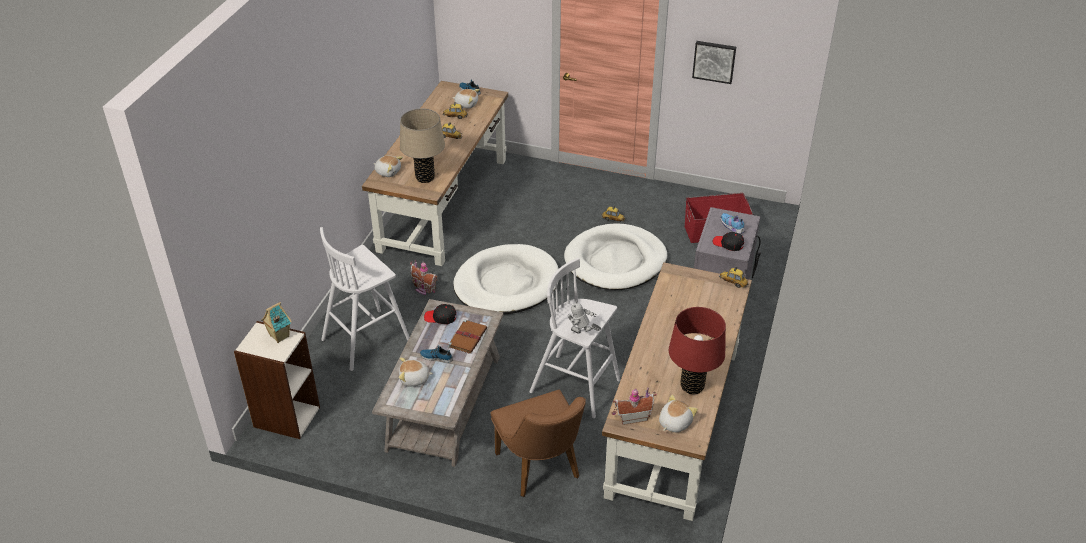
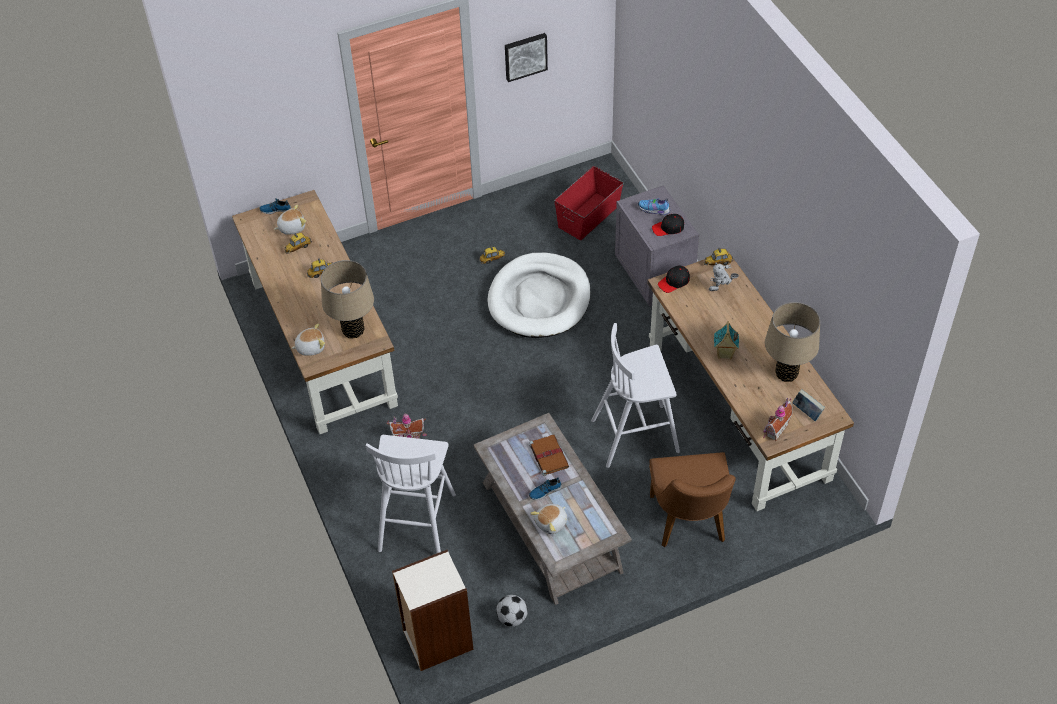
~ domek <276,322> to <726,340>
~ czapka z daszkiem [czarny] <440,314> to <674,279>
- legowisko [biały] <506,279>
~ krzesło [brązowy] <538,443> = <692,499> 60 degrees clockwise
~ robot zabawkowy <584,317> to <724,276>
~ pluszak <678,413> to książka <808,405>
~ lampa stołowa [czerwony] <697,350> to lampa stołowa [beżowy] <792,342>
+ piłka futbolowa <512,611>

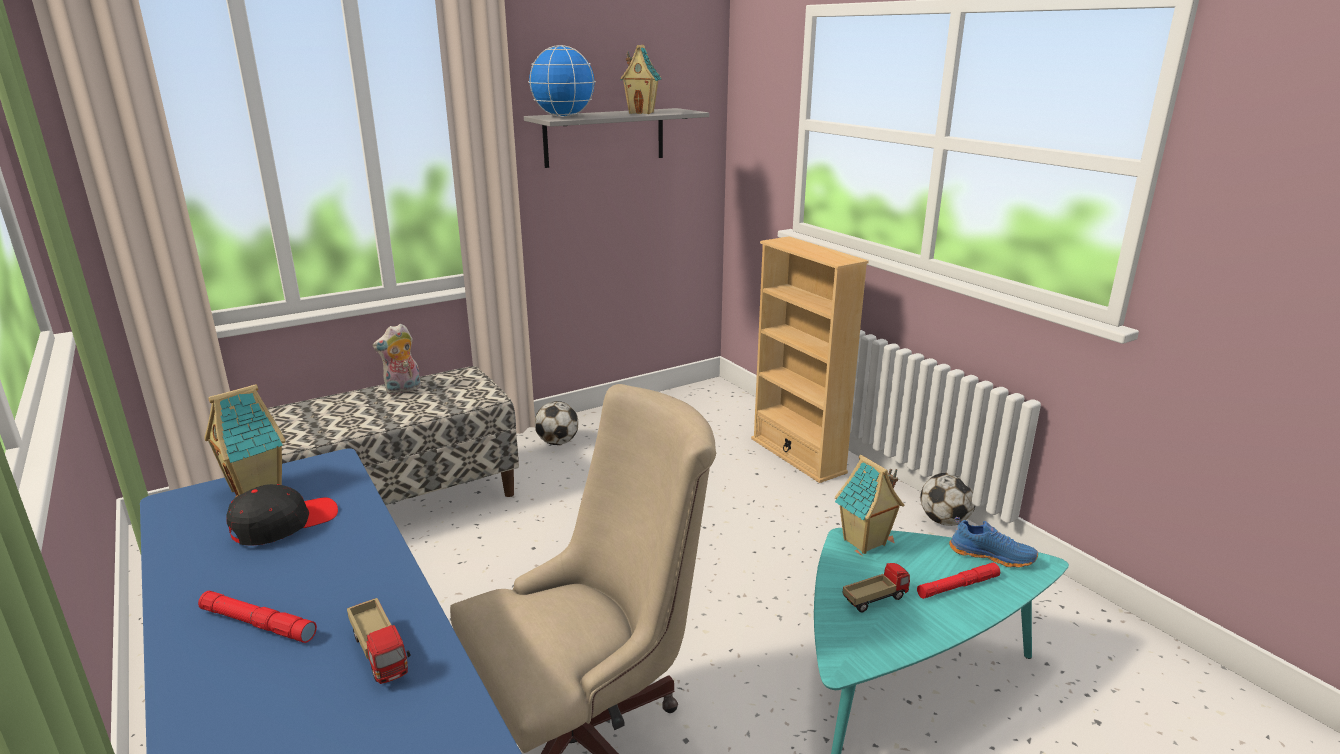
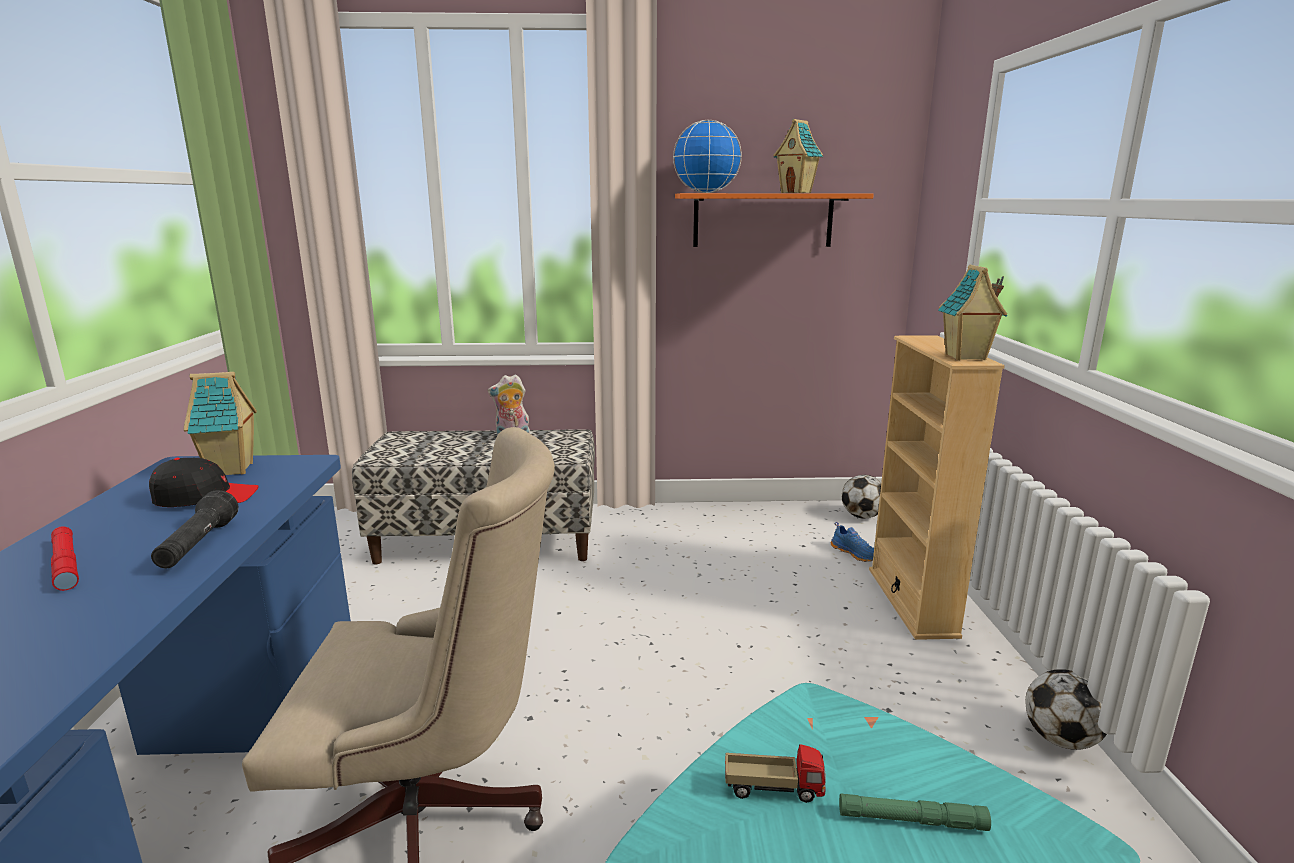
- ciężarówka zabawkowa <379,641>
~ półka [szary] <616,138> to półka [pomarańczowy] <774,220>
~ piłka futbolowa <556,423> to <861,497>
~ domek <869,504> to <972,312>
~ latarka [czerwony] <958,581> to latarka [zielony] <915,812>
~ but [niebieski] <993,542> to <852,542>
+ latarka [czarny] <194,529>

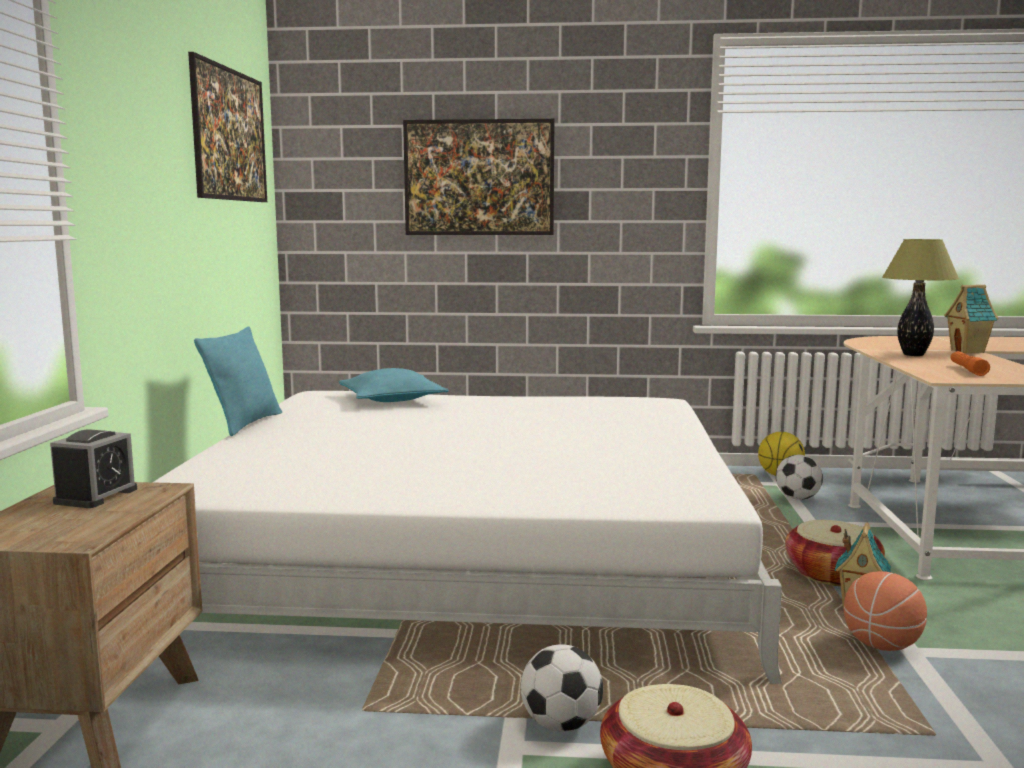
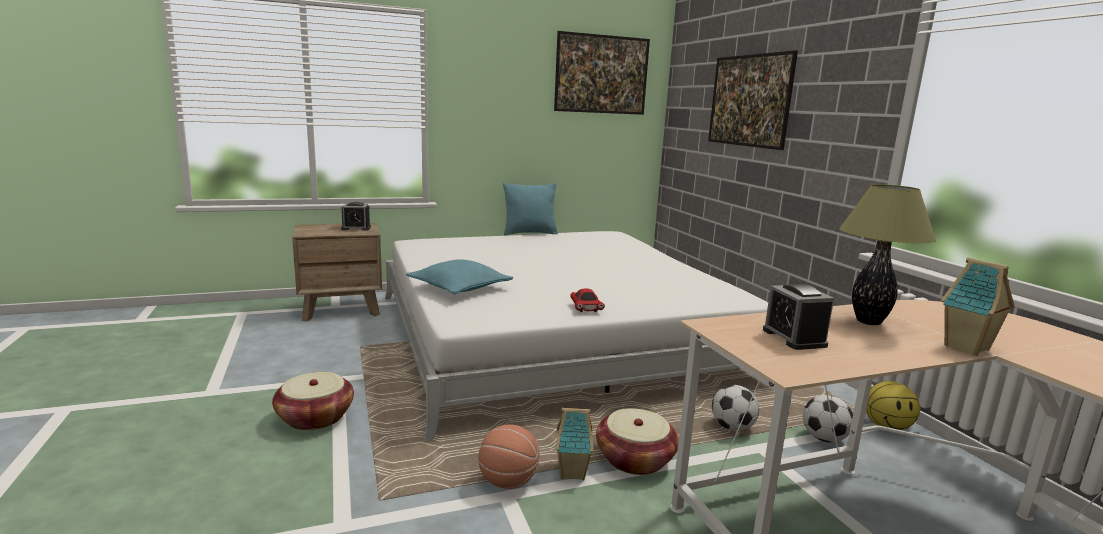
~ poduszka [turkusowy] <394,385> to <459,276>
~ piłka futbolowa <561,688> to <735,408>
~ latarka [pomarańczowy] <970,363> to budzik <798,317>
+ samochodzik [czerwony] <587,300>

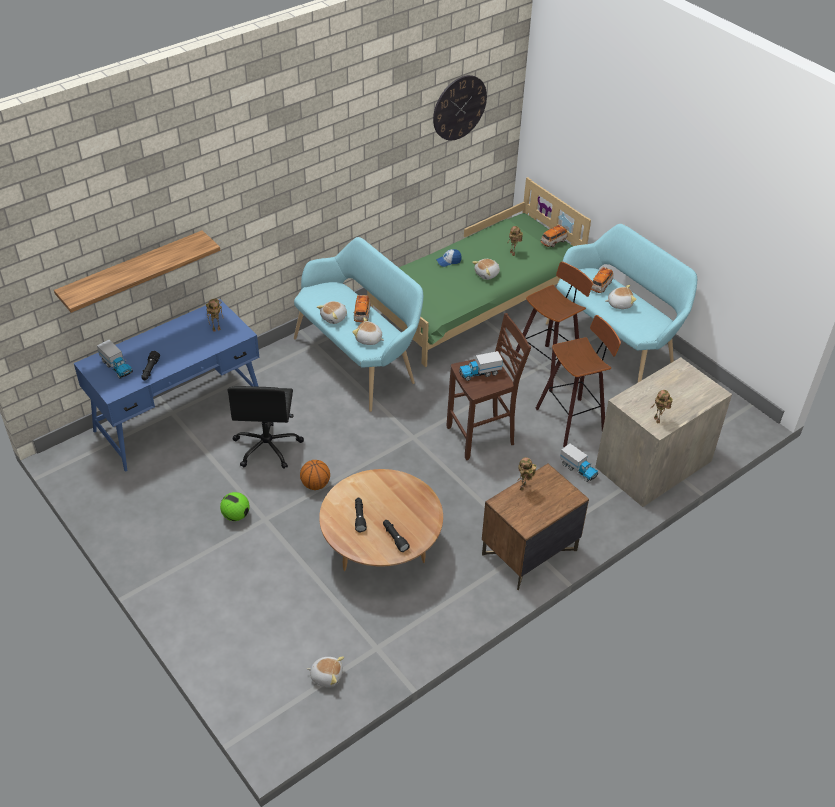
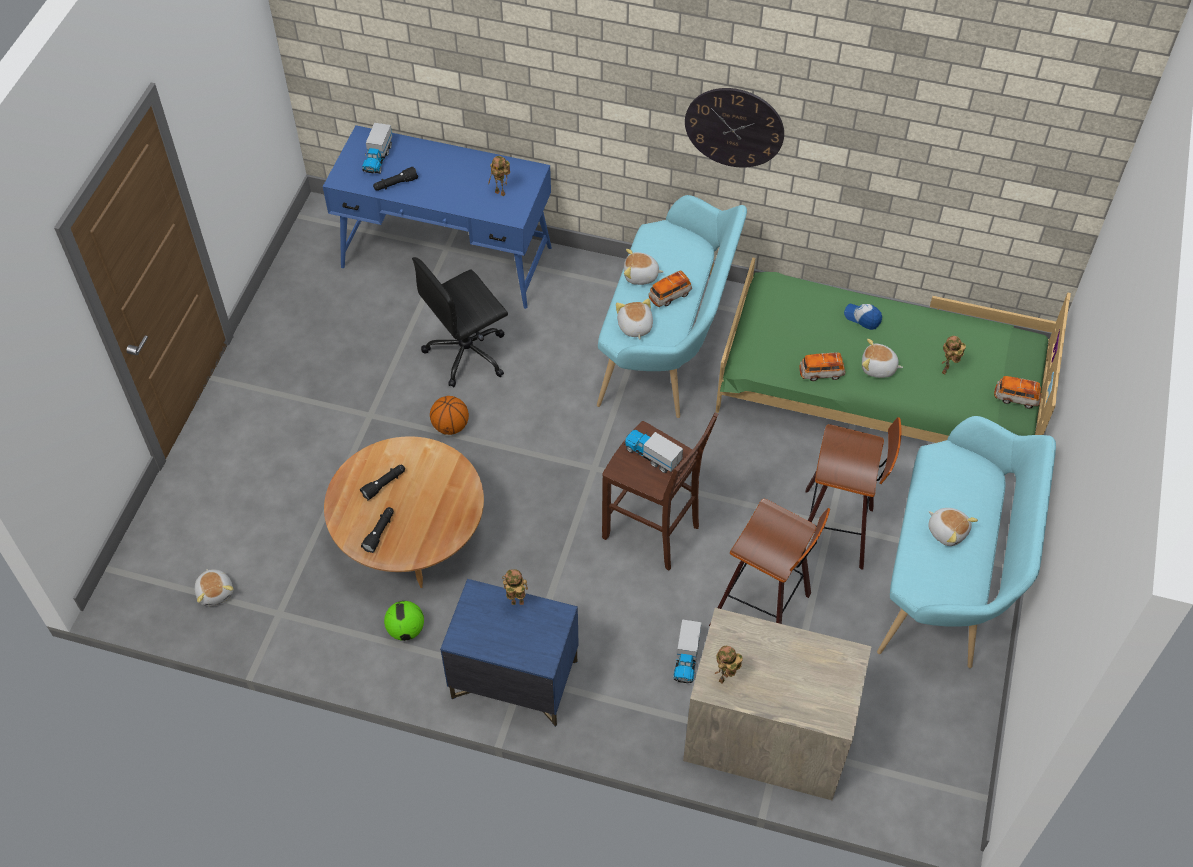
- półka <137,271>
~ piłka futbolowa <235,506> to <404,621>
~ zegar ścienny <460,107> to <734,128>
~ szafka nocna [brązowy] <535,527> to szafka nocna [niebieski] <509,653>
~ samochodzik <602,280> to <822,366>

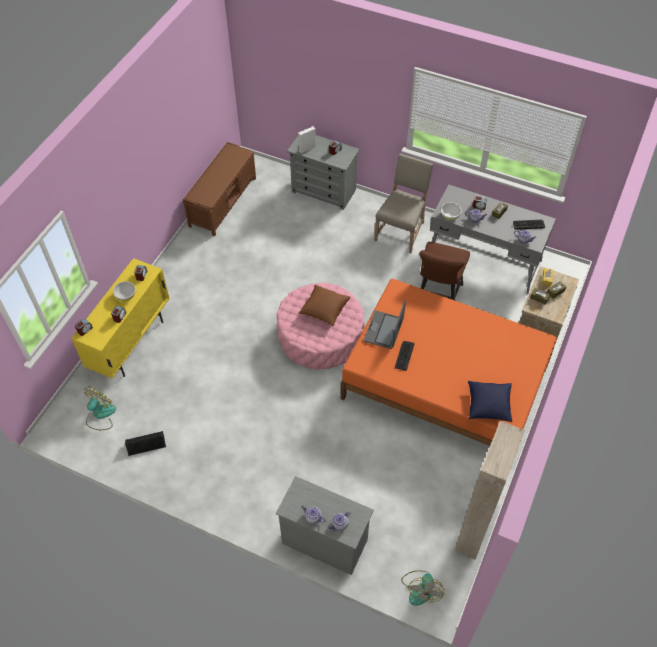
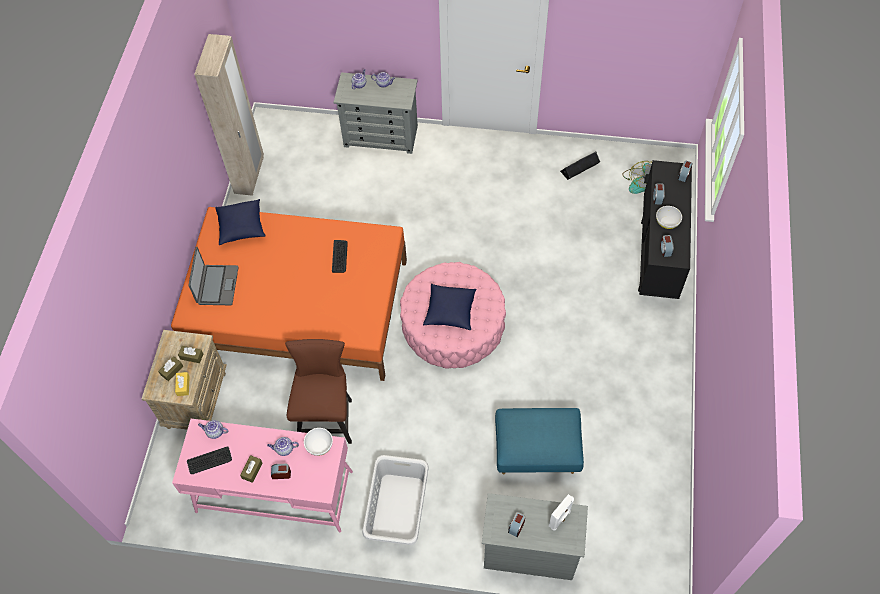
~ szafka [żółty] <120,318> to szafka [czarny] <665,229>
- ławka [brązowy] <219,189>
~ poduszka [brązowy] <324,305> to poduszka [niebieski] <450,307>
~ laptop <385,325> to <213,276>
~ krzesło [beżowy] <404,203> to kosz na pranie [szary] <396,500>
- wentylator <423,588>
~ biurko [szary] <493,239> to biurko [różowy] <262,475>
+ pufa [niebieski] <539,441>

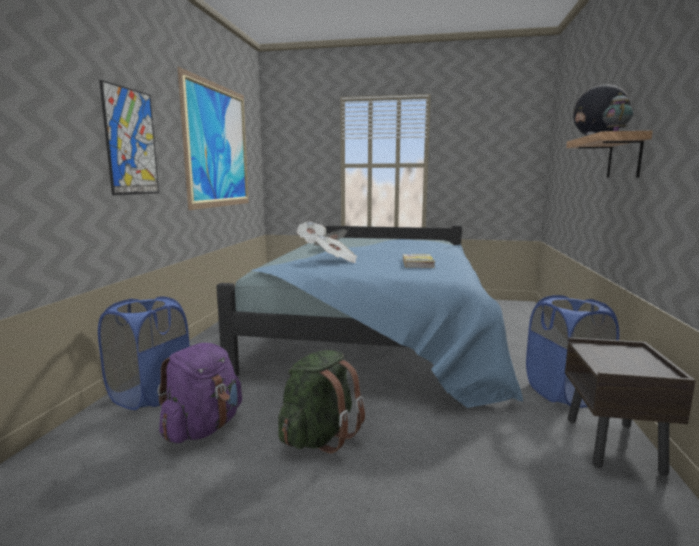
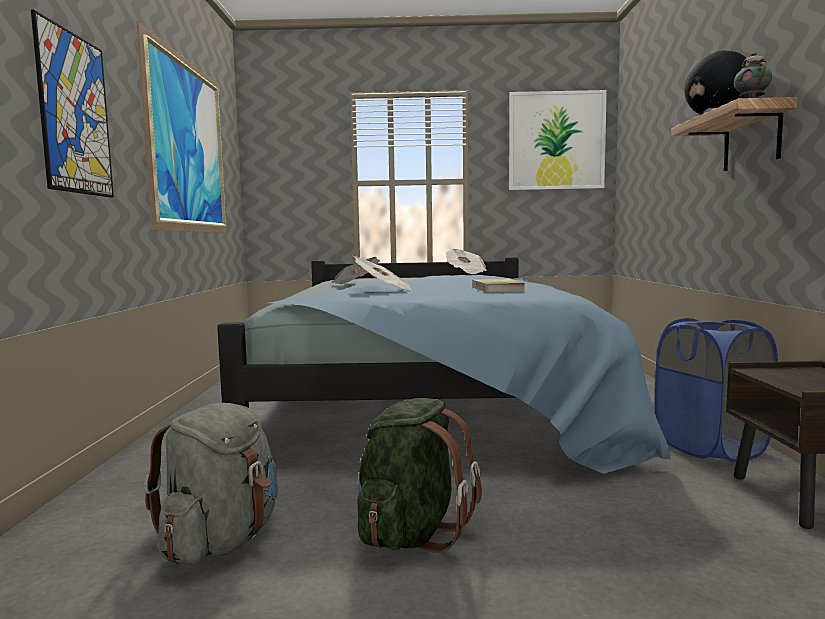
- kosz na pranie [niebieski] <144,353>
~ plecak [fioletowy] <200,393> to plecak [szary] <211,484>
~ gazeta <311,232> to <466,261>
+ obraz <558,140>

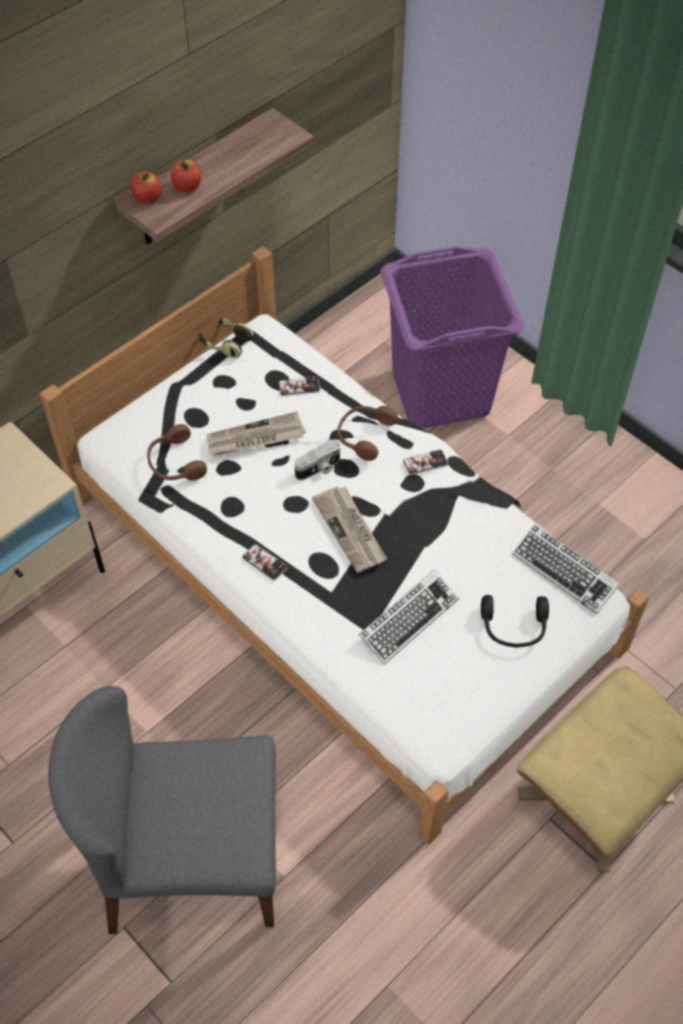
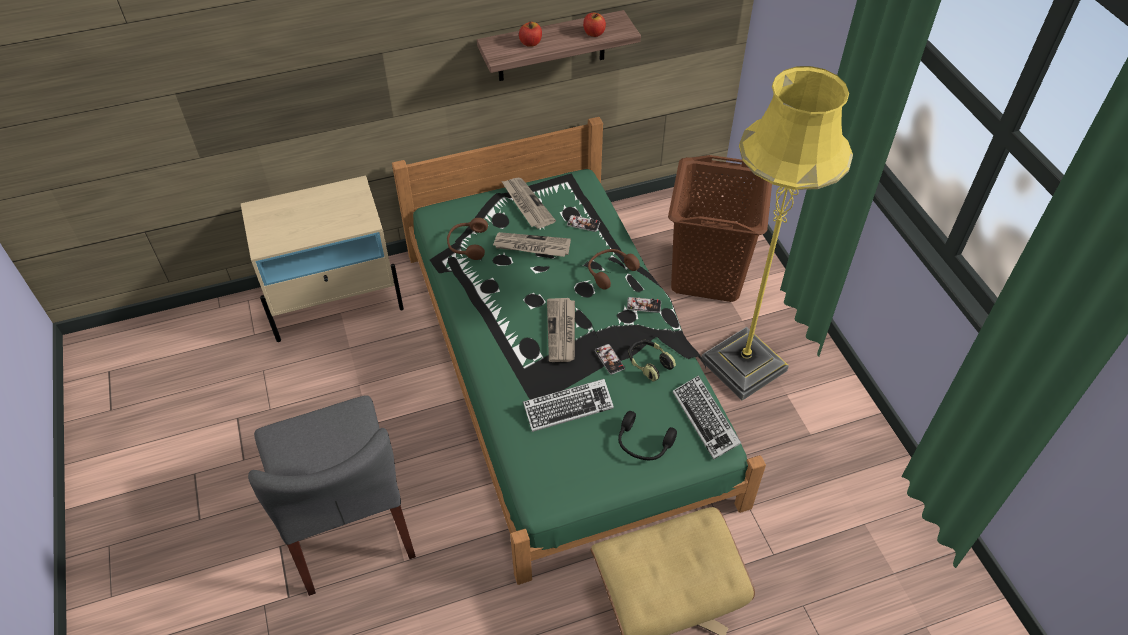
~ łóżko [biały] <344,545> to łóżko [zielony] <579,351>
~ krzesło [szary] <162,810> = <332,495> 135 degrees counterclockwise
~ jabłko <146,188> to <594,25>
~ słuchawki <226,338> to <652,361>
~ telefon <265,562> to <610,359>
- aparat fotograficzny <317,460>
~ kosz na pranie [fioletowy] <452,337> to kosz na pranie [brązowy] <720,228>
+ gazeta <529,203>
+ lampa stojąca [żółty] <777,233>

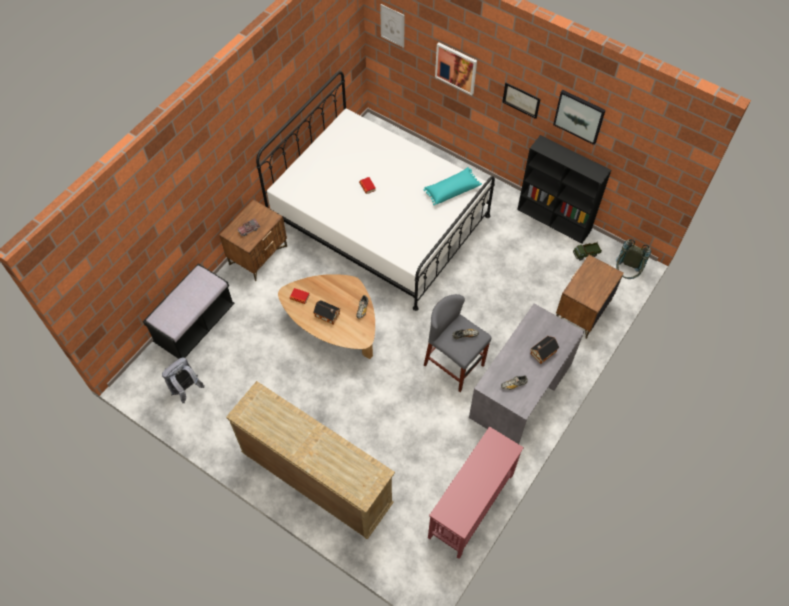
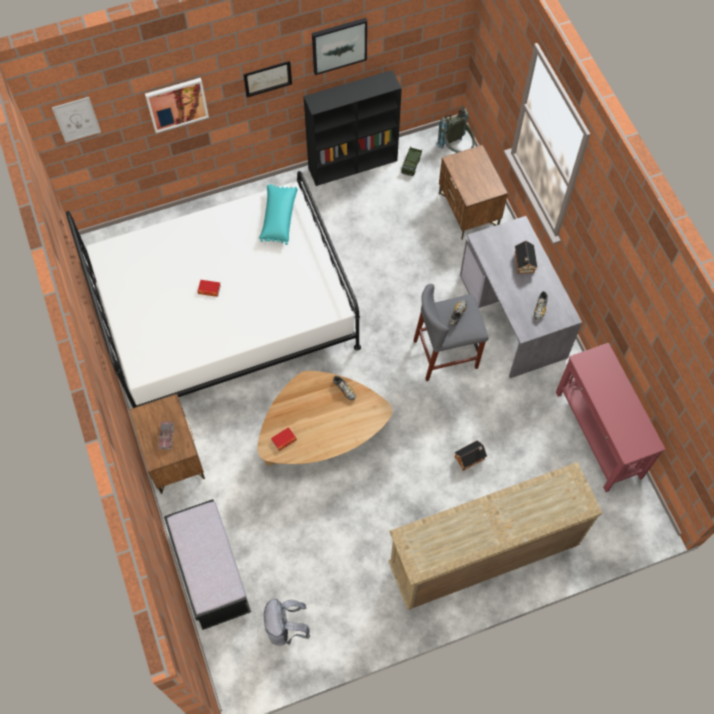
~ domek <326,312> to <470,455>

